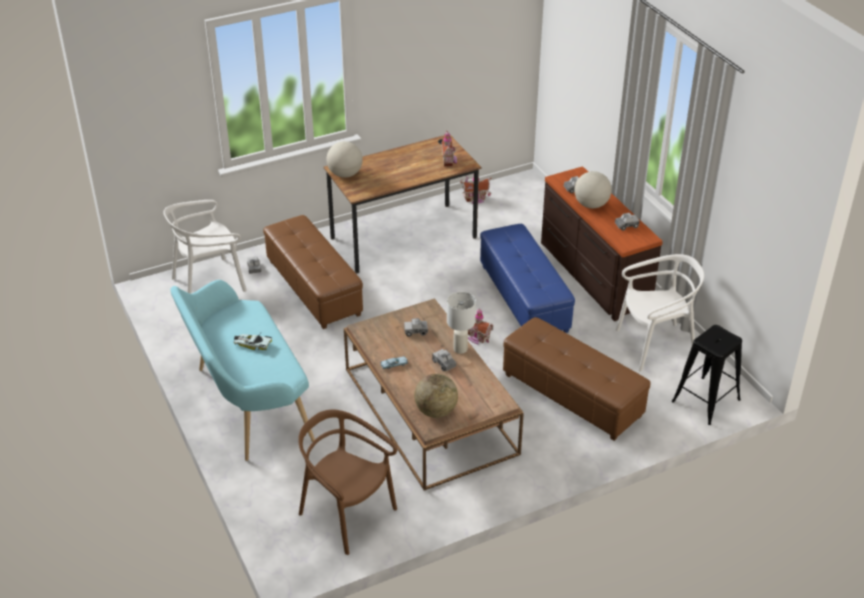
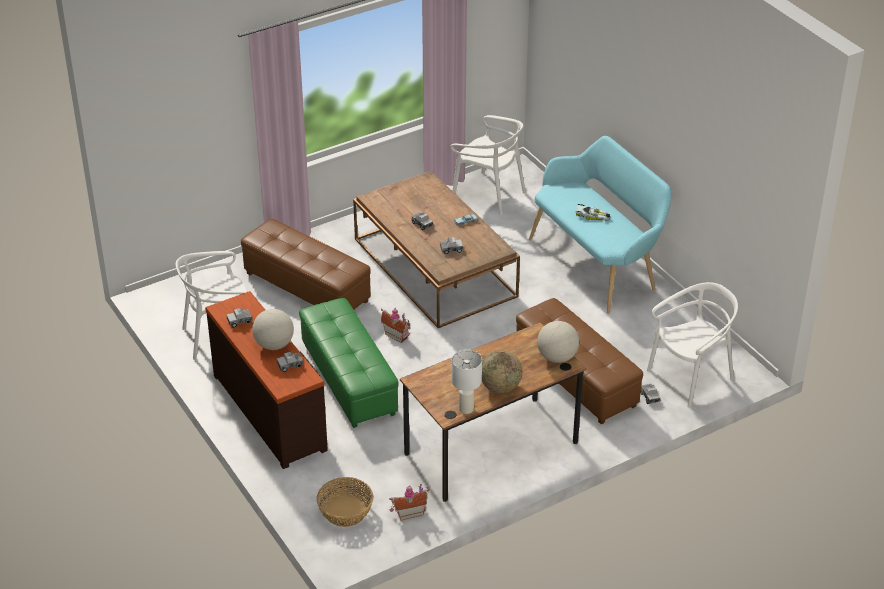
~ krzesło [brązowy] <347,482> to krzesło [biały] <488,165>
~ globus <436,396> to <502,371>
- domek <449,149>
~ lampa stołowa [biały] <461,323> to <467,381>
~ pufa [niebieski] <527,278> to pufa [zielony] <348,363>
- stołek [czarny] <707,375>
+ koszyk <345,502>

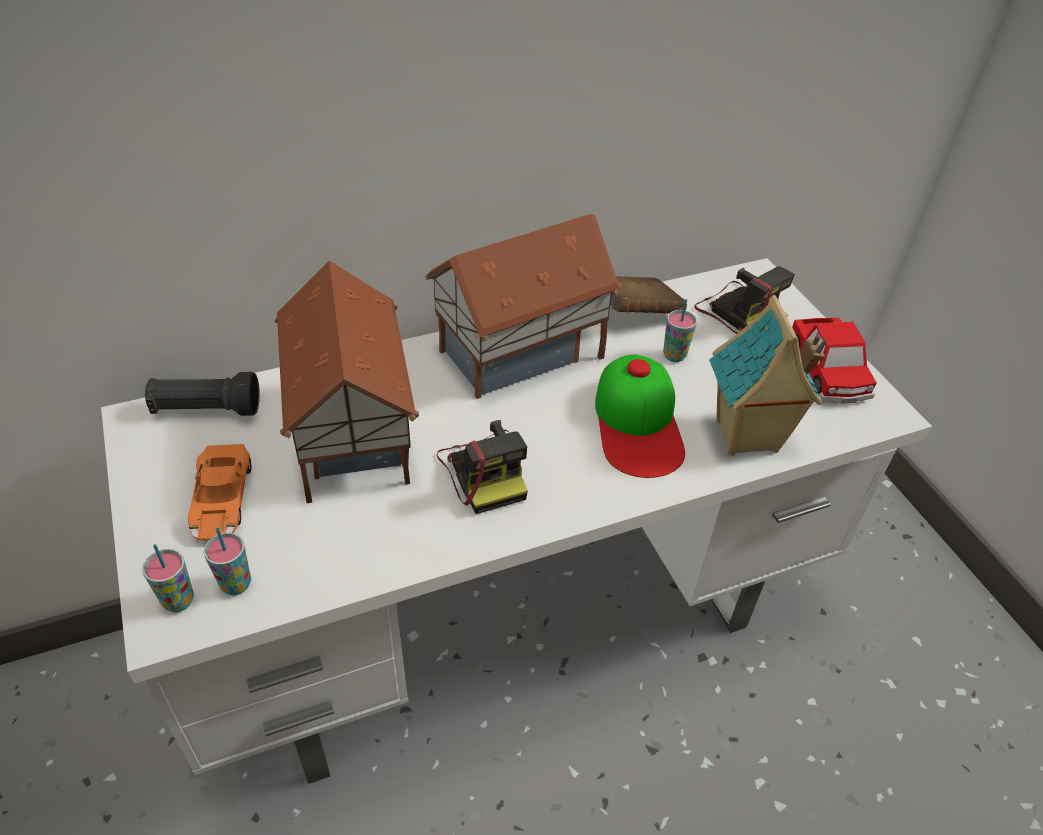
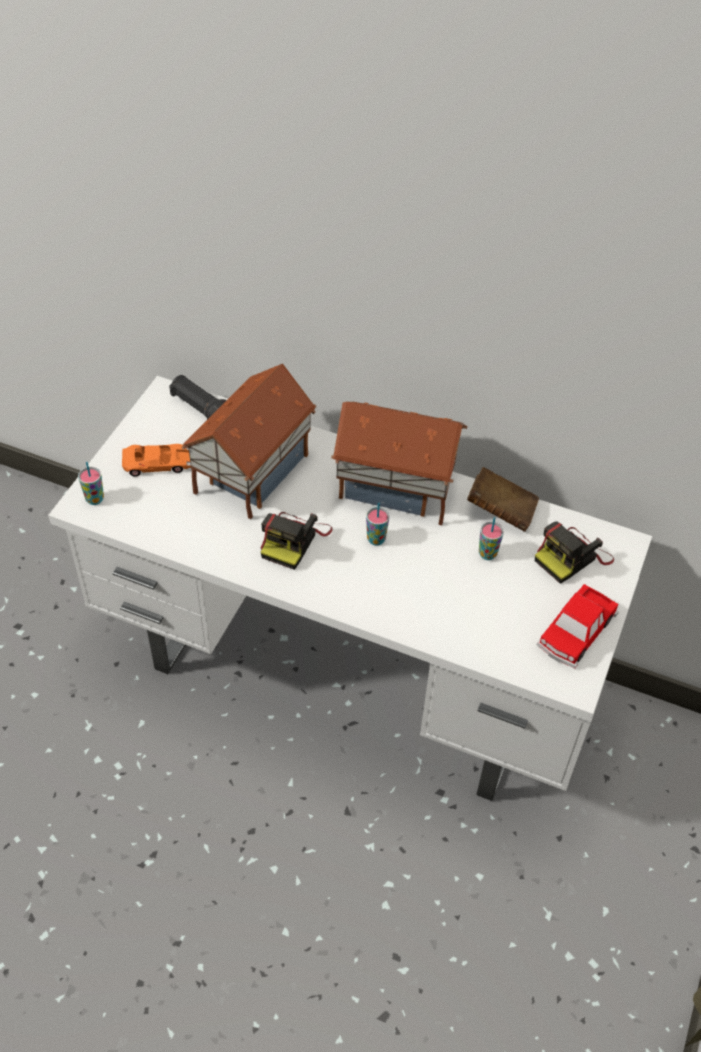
~ samochodzik [pomarańczowy] <219,492> = <156,460> 135 degrees counterclockwise
~ filiżanka <227,561> to <378,524>
- czapka z daszkiem <640,416>
~ aparat fotograficzny <744,300> = <574,552> 45 degrees clockwise
- domek <768,375>

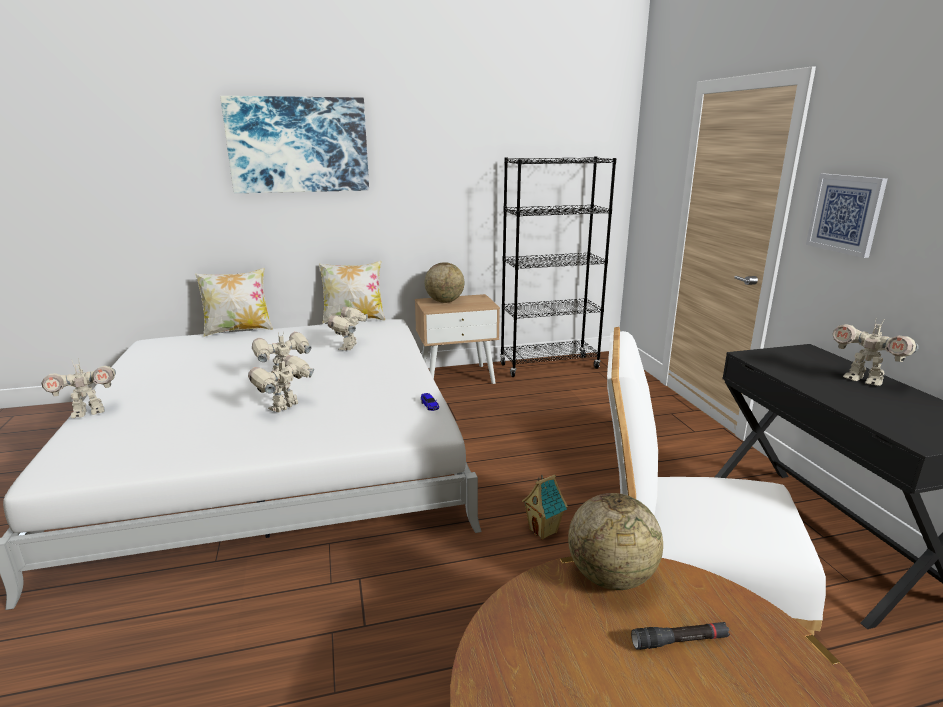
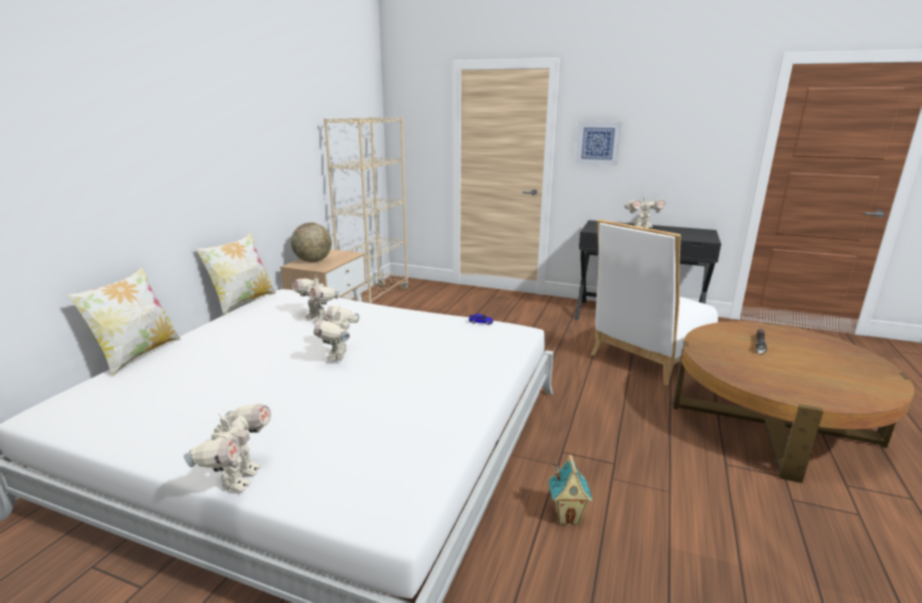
- obraz <294,144>
- robot zabawkowy <281,384>
~ regał [czarny] <558,267> to regał [beżowy] <366,210>
~ domek <545,507> to <570,490>
- globus <615,541>

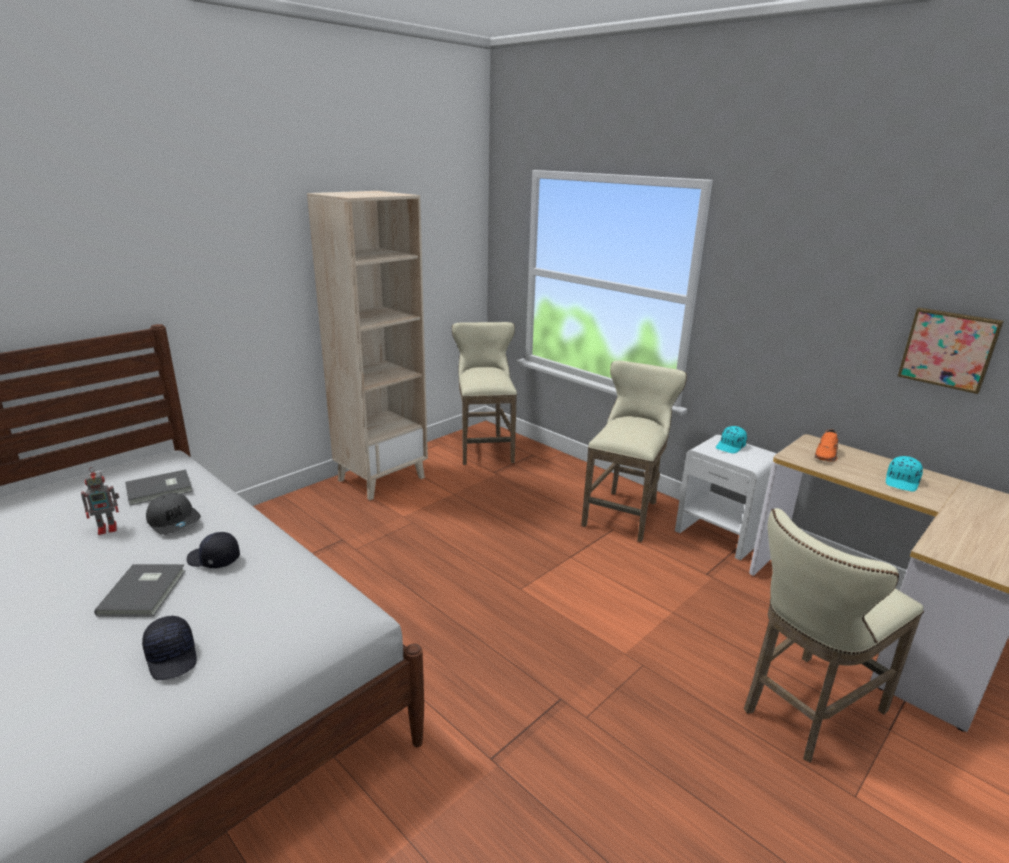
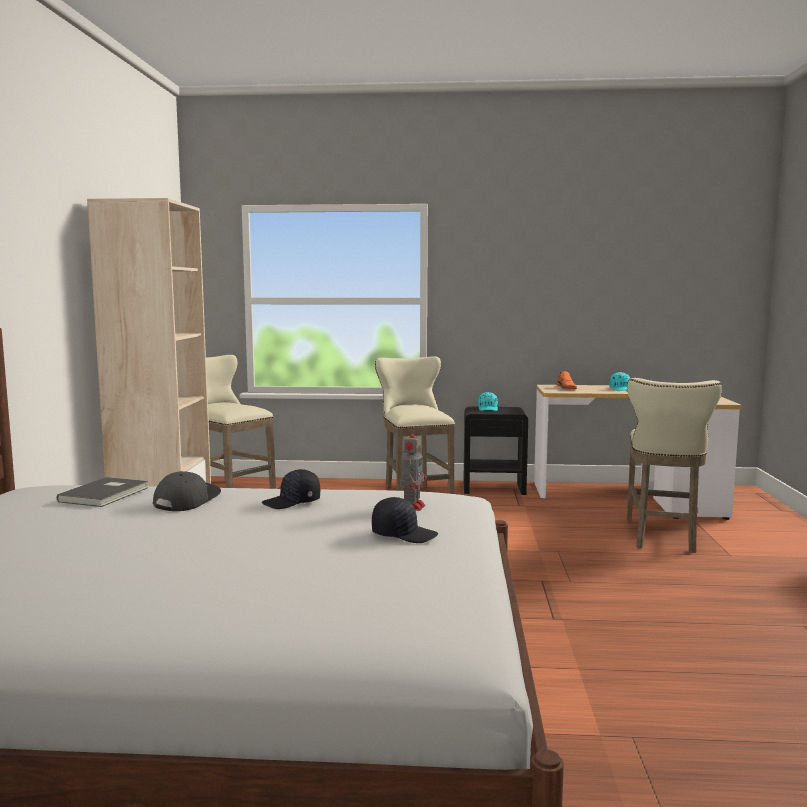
~ robot zabawkowy <100,501> to <413,469>
- książka [szary] <140,590>
~ czapka z daszkiem [szary] <173,513> = <187,491> 75 degrees counterclockwise
~ szafka nocna [biały] <726,498> to szafka nocna [czarny] <495,451>
- obraz <951,351>

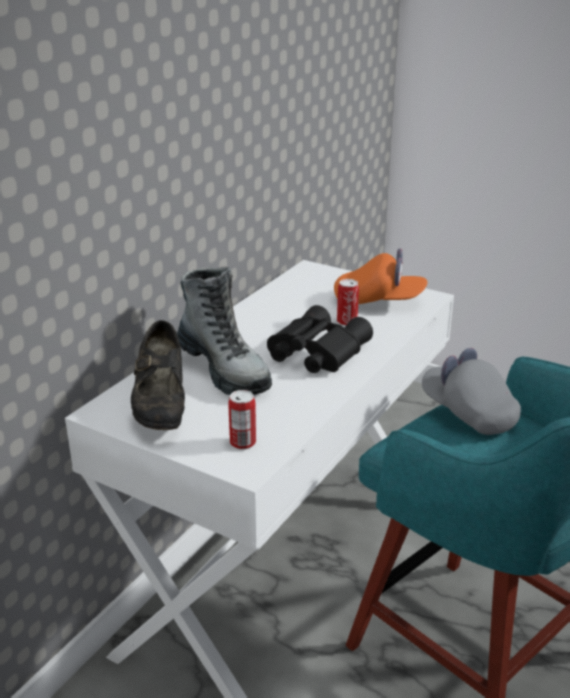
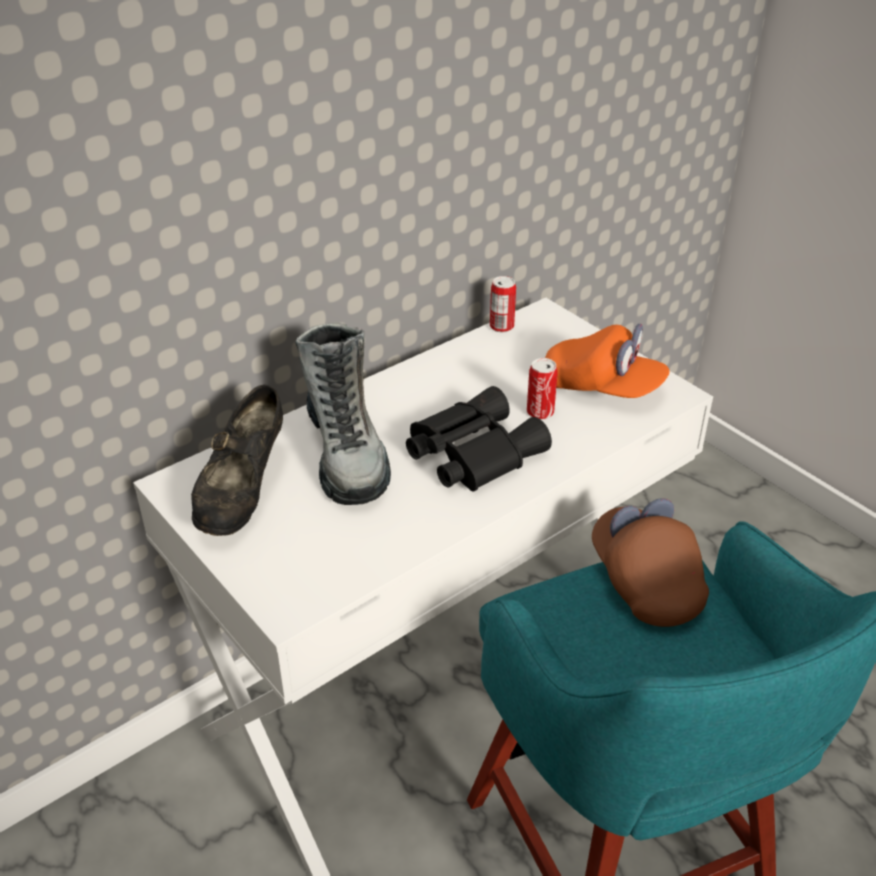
~ puszka <242,420> to <503,304>
~ czapka z daszkiem [szary] <471,391> to czapka z daszkiem [brązowy] <650,562>

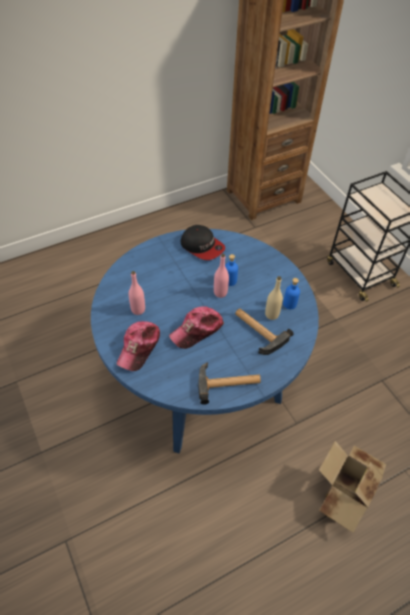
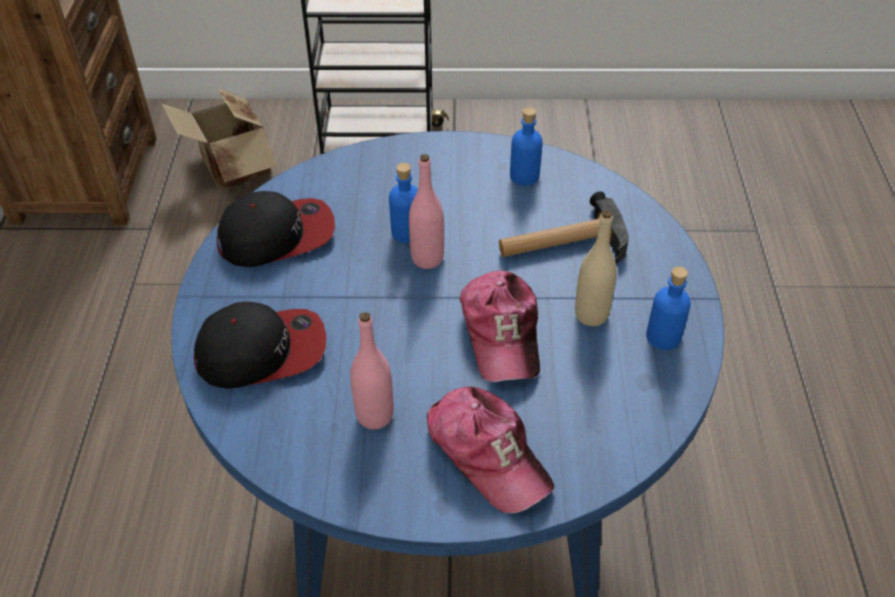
~ młotek <229,383> to butelka [niebieski] <668,308>
~ butelka [beżowy] <274,298> to <596,268>
~ karton <352,487> to <219,138>
+ czapka z daszkiem <260,345>

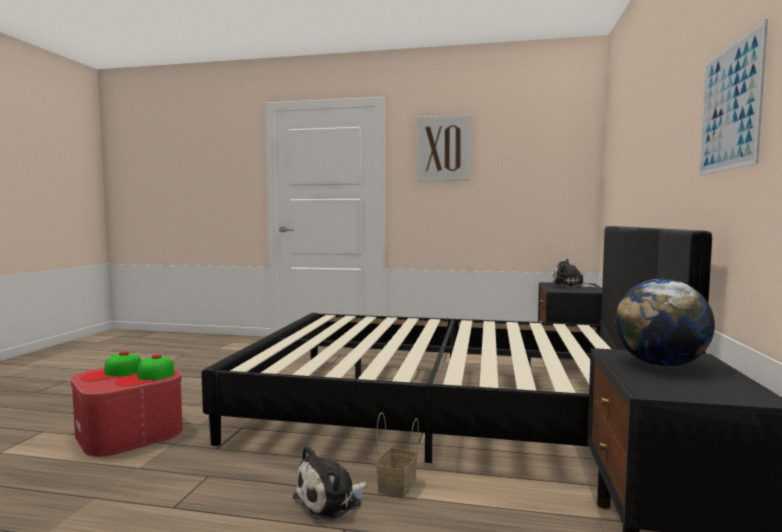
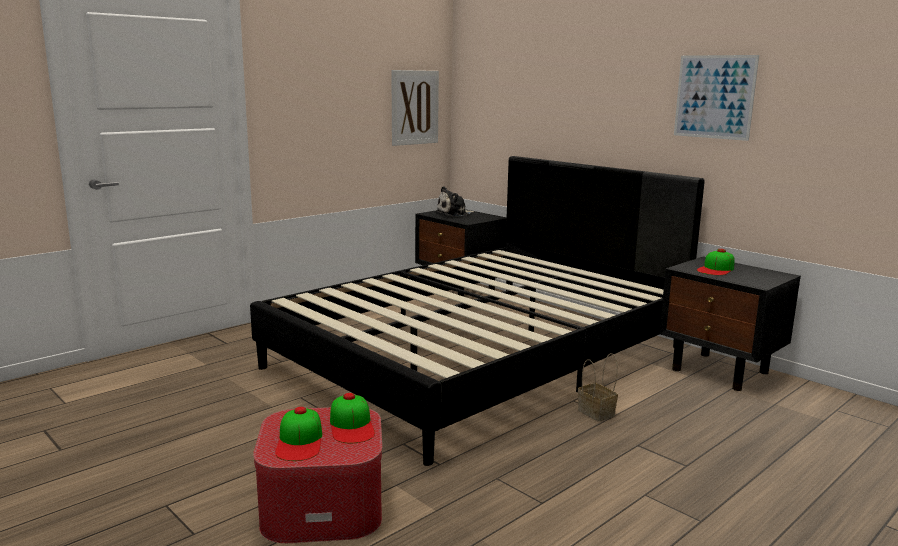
- pluszak <330,482>
~ obraz <444,148> to <415,108>
~ globus <665,323> to czapka z daszkiem <716,262>

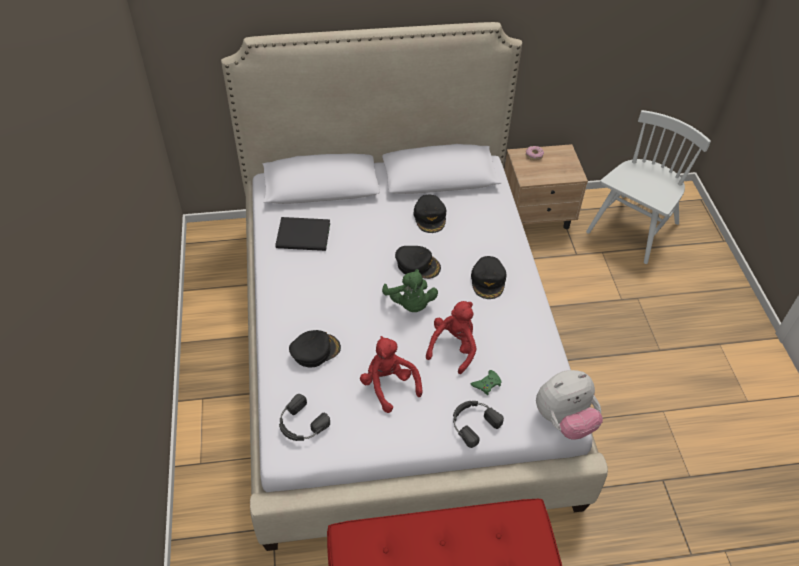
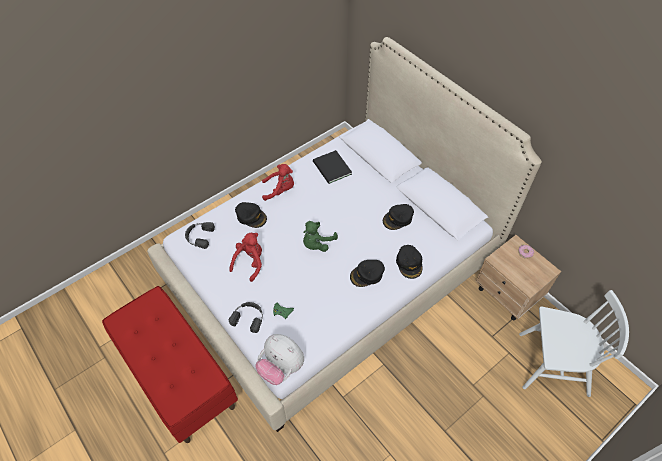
~ czapka z daszkiem [czarny] <418,262> to <409,262>
~ pluszak [czerwony] <451,337> to <278,182>

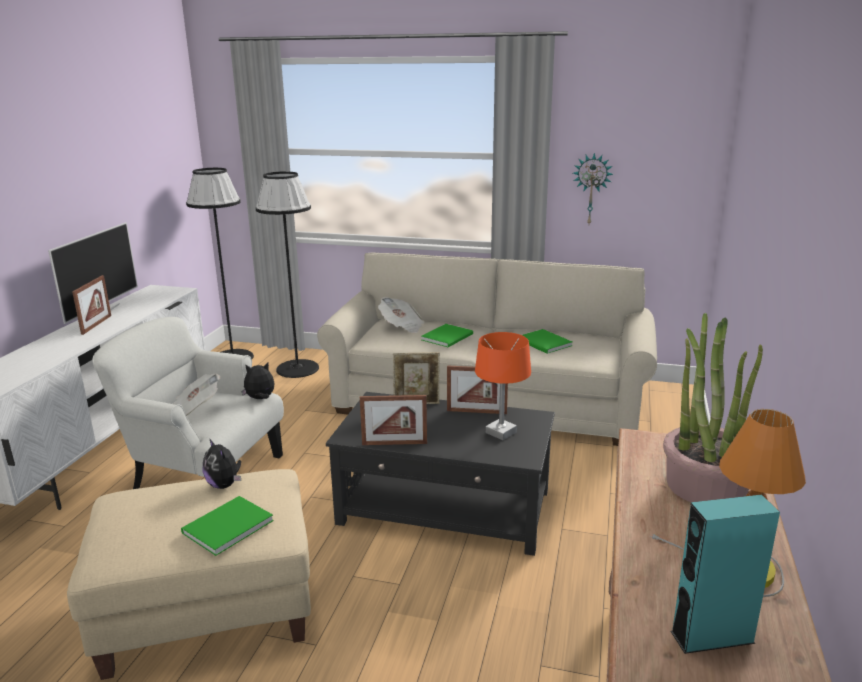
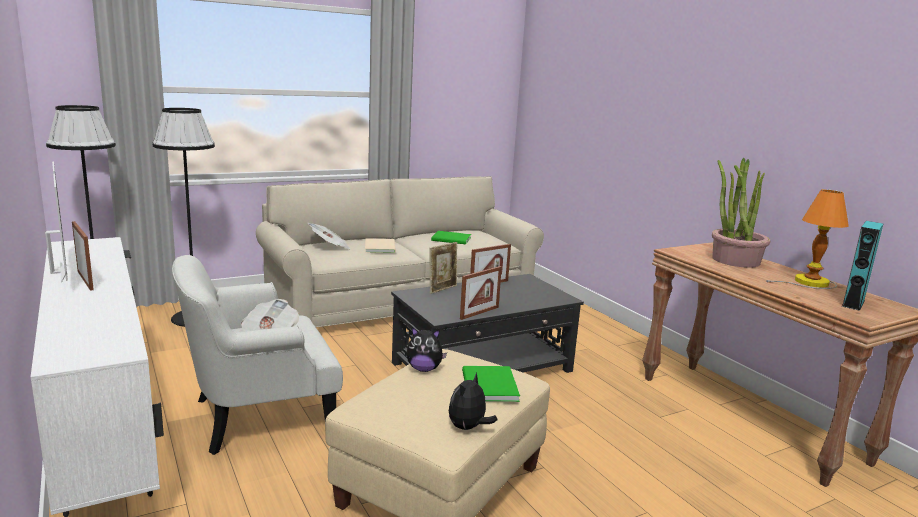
~ pluszak <258,381> to <473,401>
~ książka [zielony] <447,335> to książka [beżowy] <380,245>
- lampa stołowa [pomarańczowy] <503,386>
- zegar ścienny <593,188>

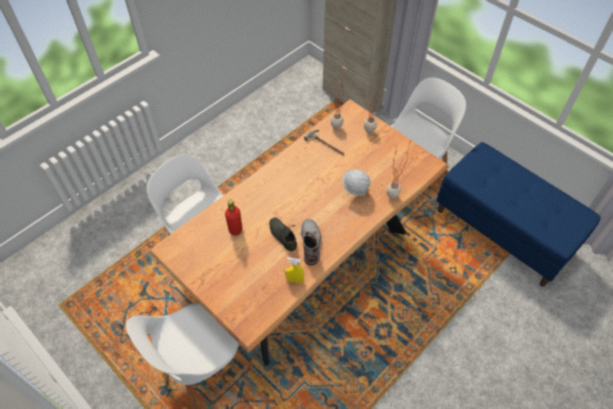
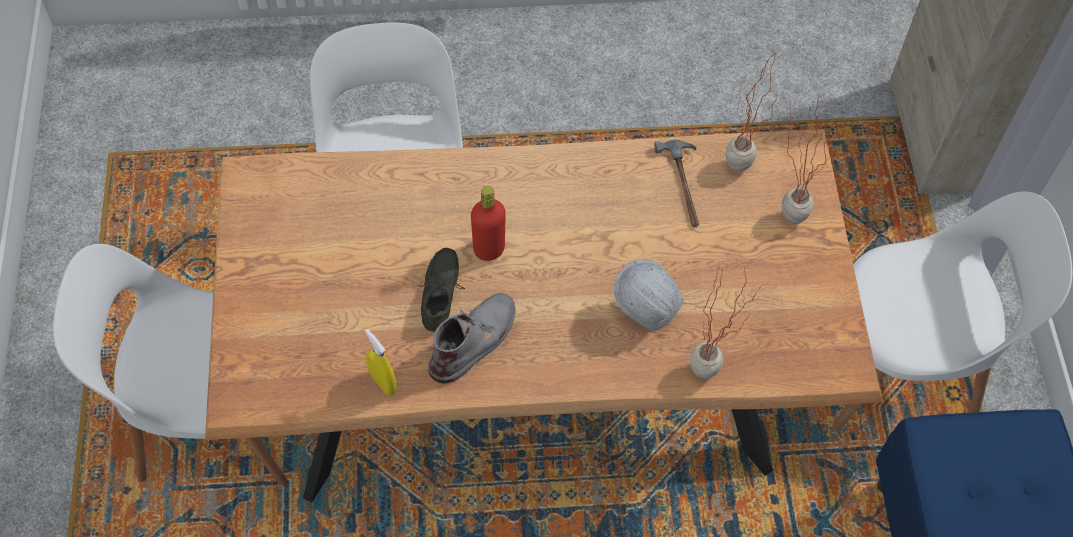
~ butelka [czerwony] <233,217> to <488,223>

